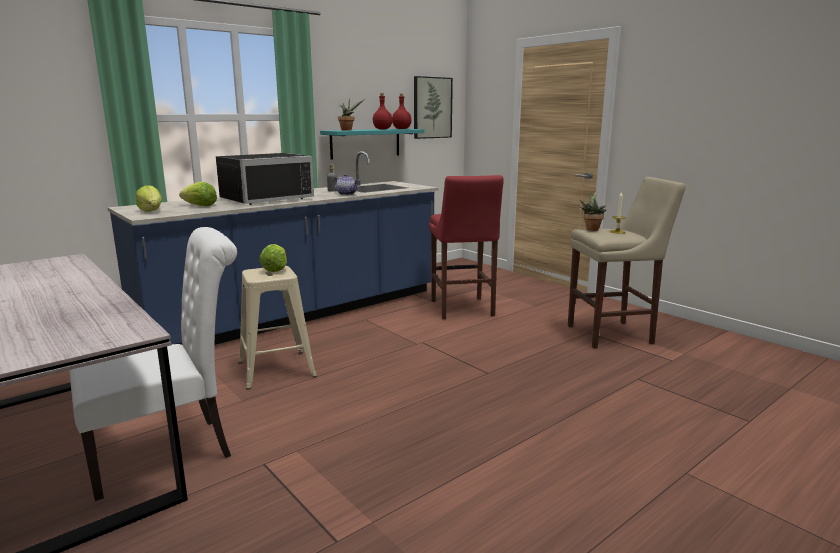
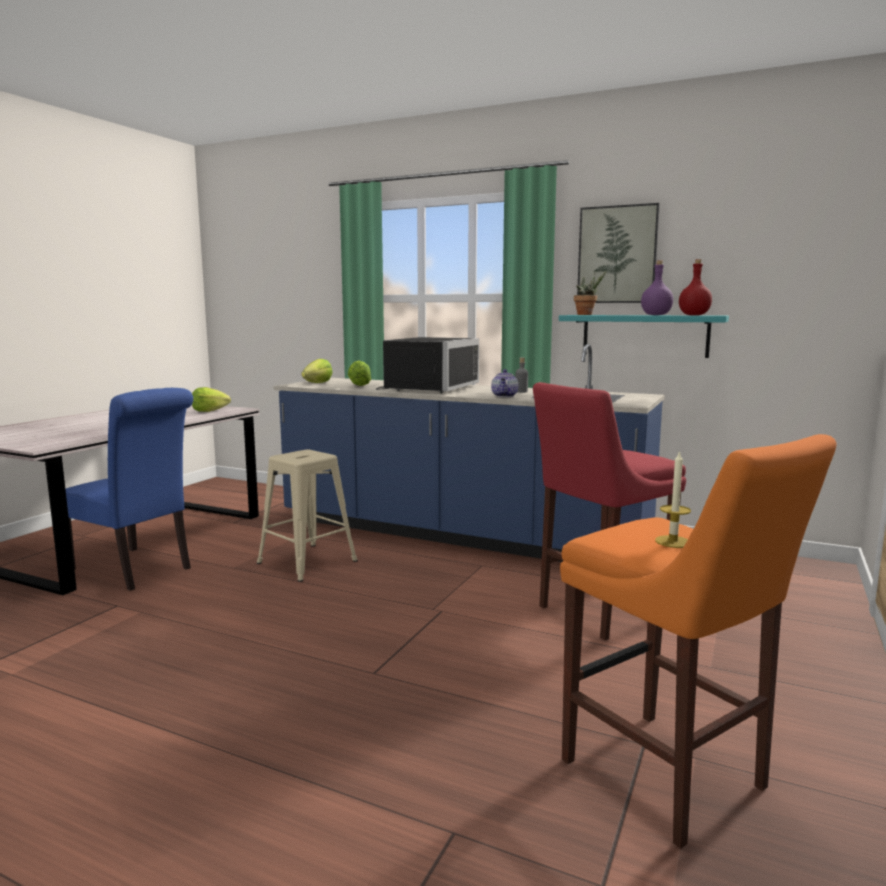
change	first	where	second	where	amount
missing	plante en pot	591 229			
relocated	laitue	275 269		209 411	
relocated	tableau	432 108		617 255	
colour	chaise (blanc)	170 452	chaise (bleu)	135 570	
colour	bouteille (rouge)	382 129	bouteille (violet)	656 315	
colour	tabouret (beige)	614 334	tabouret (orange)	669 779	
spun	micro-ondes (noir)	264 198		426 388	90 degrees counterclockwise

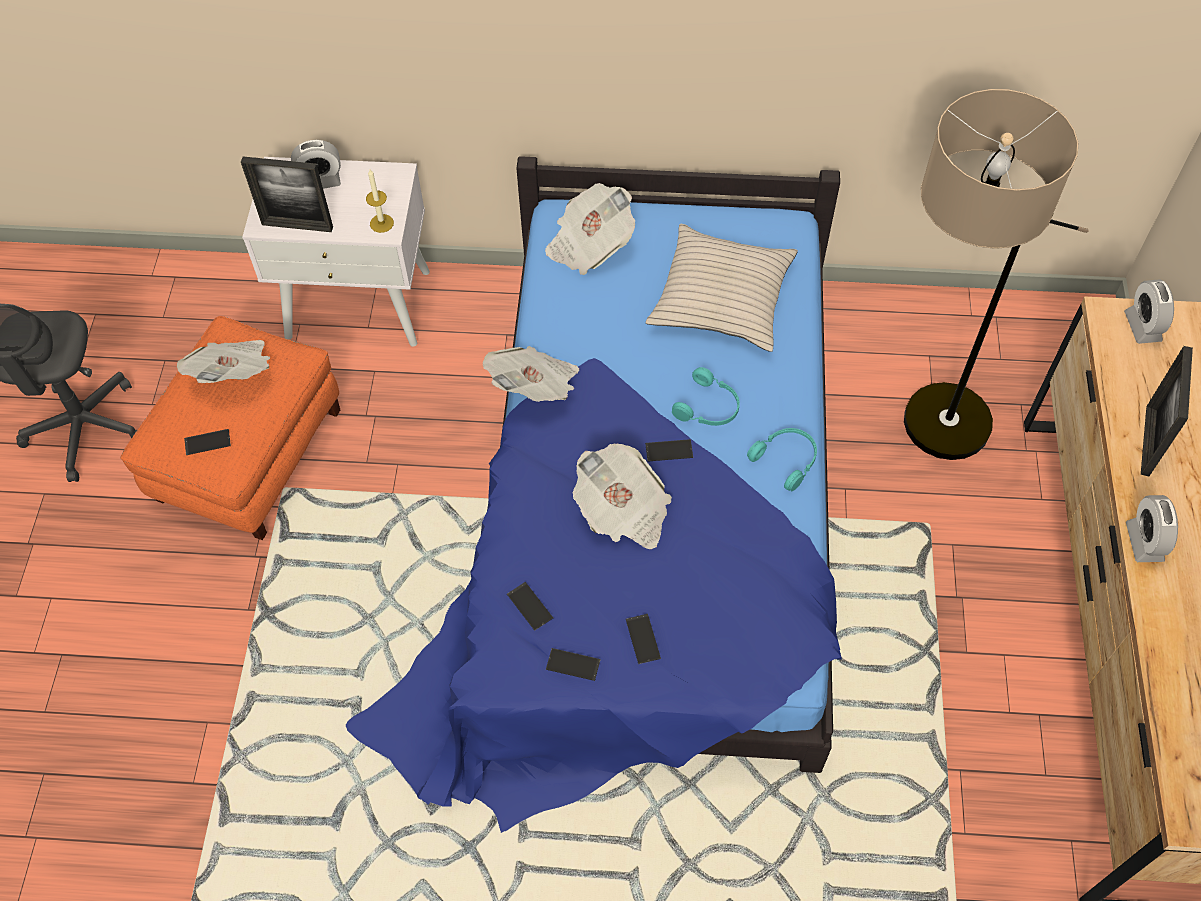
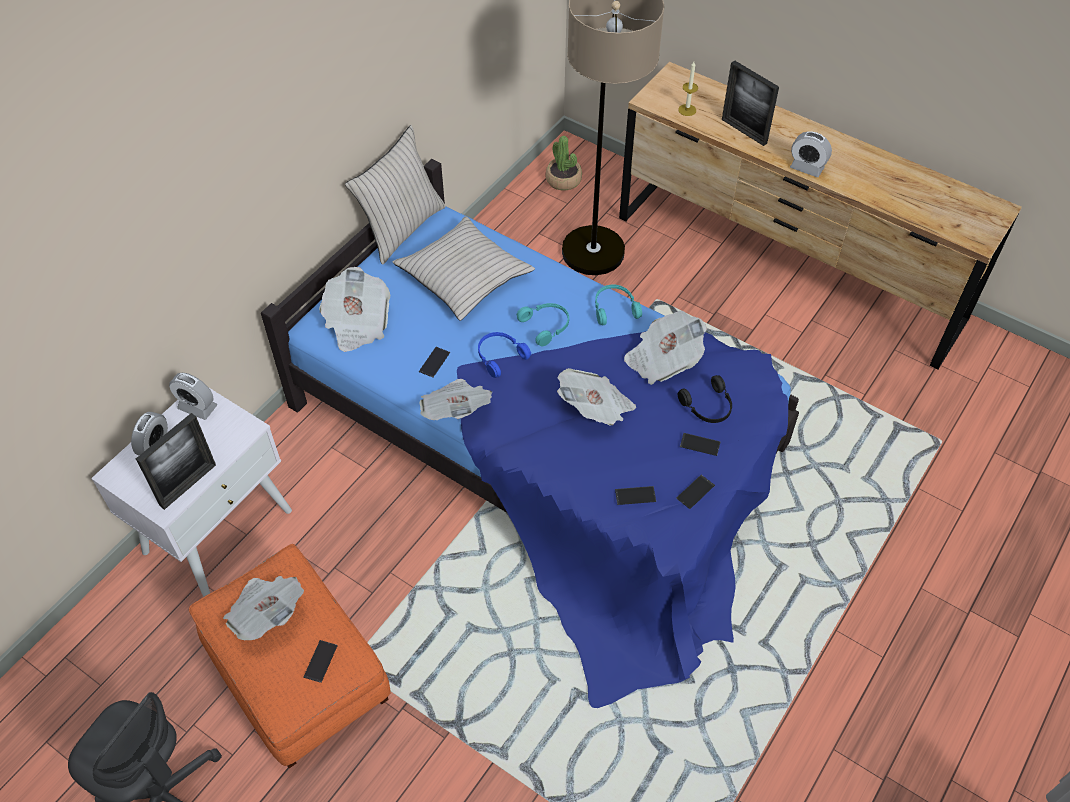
change	first	where	second	where	amount
appeared			coussin (beige)	401 228	
appeared			casque audio (bleu)	500 356	
appeared			plante en pot	563 180	
appeared			journal	663 360	
appeared			casque audio (noir)	708 407	
relocated	bougie	381 223		687 110	
relocated	téléphone	669 450		434 362	
relocated	réveil	1142 326		197 407	

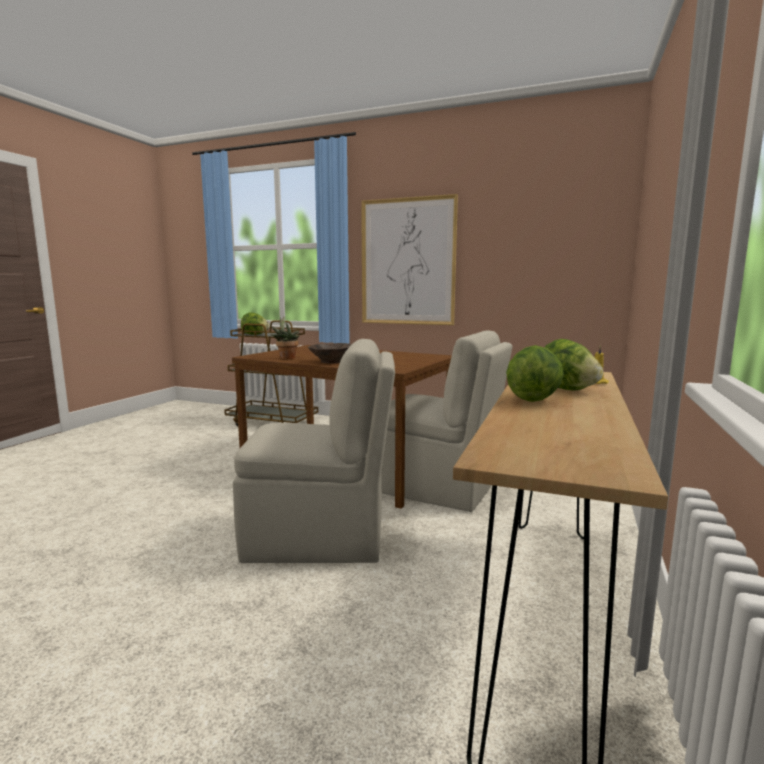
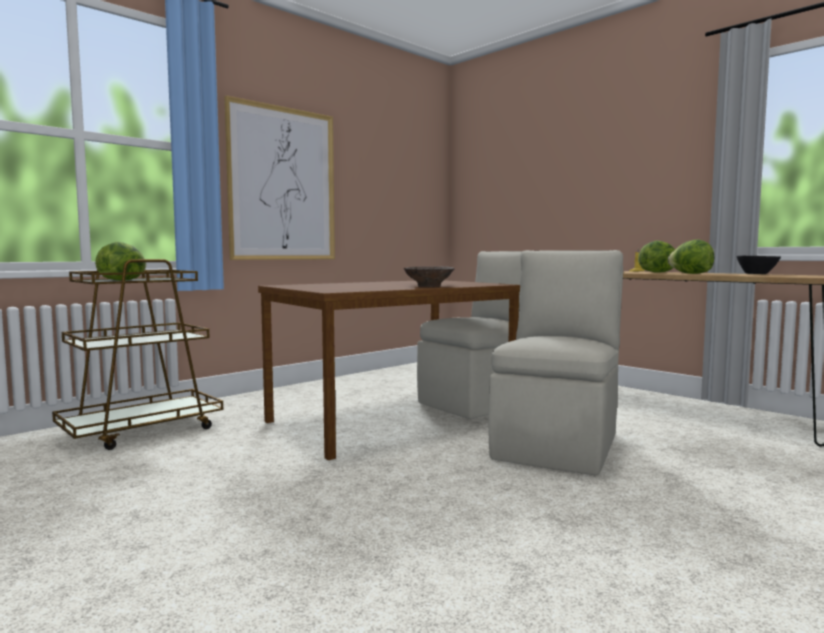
change	first	where	second	where	amount
missing	plante en pot	286 358			
appeared			bol (noir)	758 274	

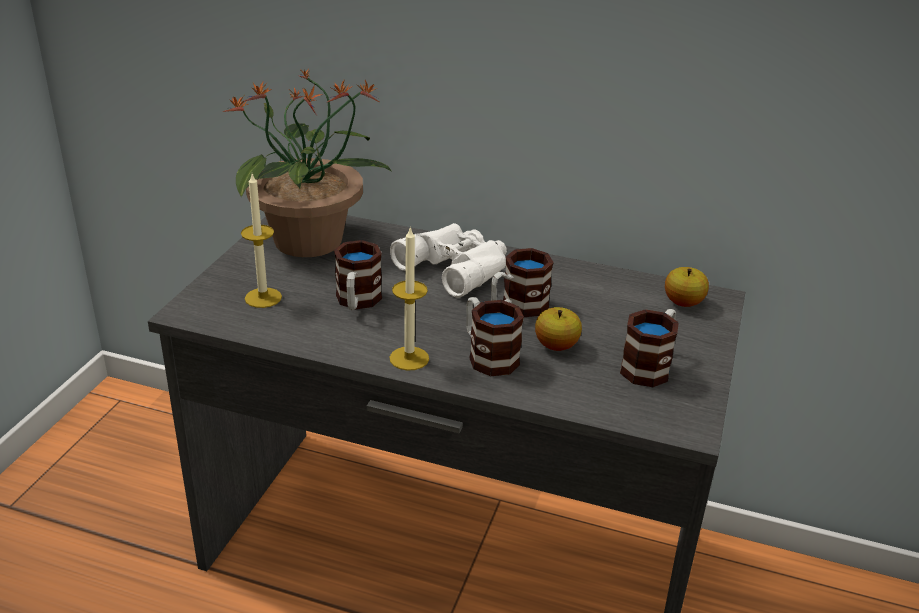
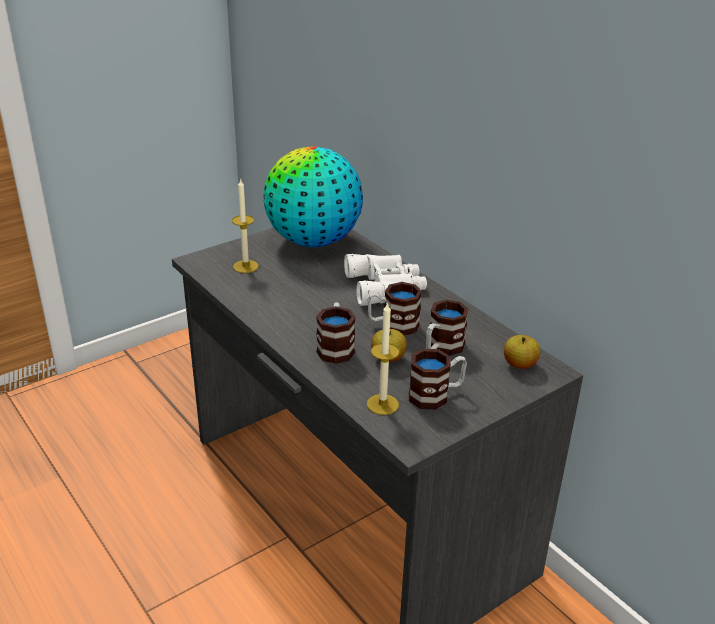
change	first	where	second	where	amount
relocated	mug	357 302		441 348	
relocated	bougie	409 358		382 404	
exchanged	plante en pot	310 241	globe	313 241	

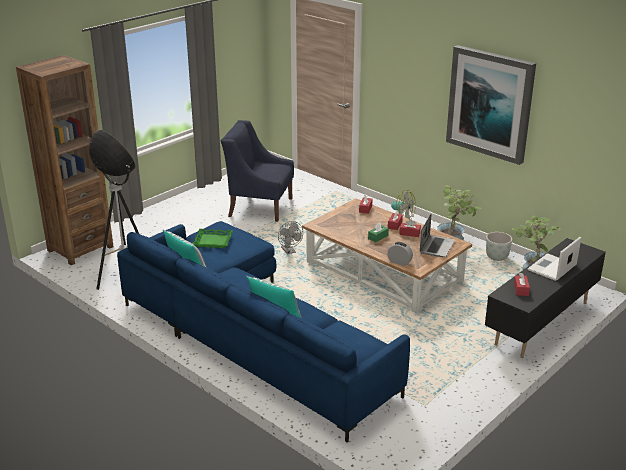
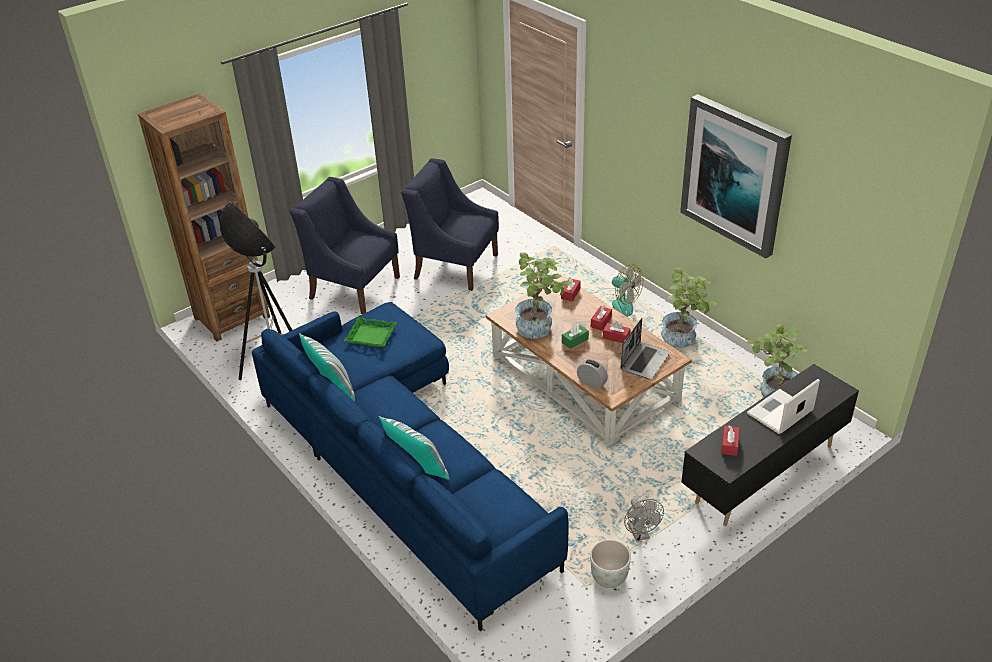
change	first	where	second	where	amount
appeared			fauteuil (bleu)	354 287	
appeared			plante en pot	539 328	
relocated	ventilateur (gris)	289 251		640 534	
relocated	cache-pot (gris)	496 257		608 578	

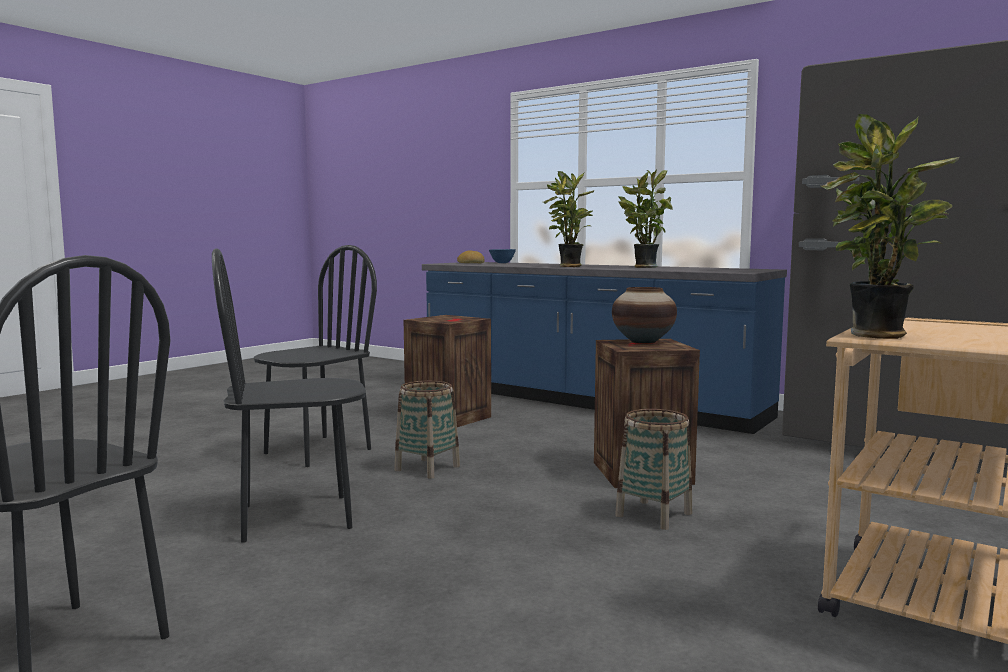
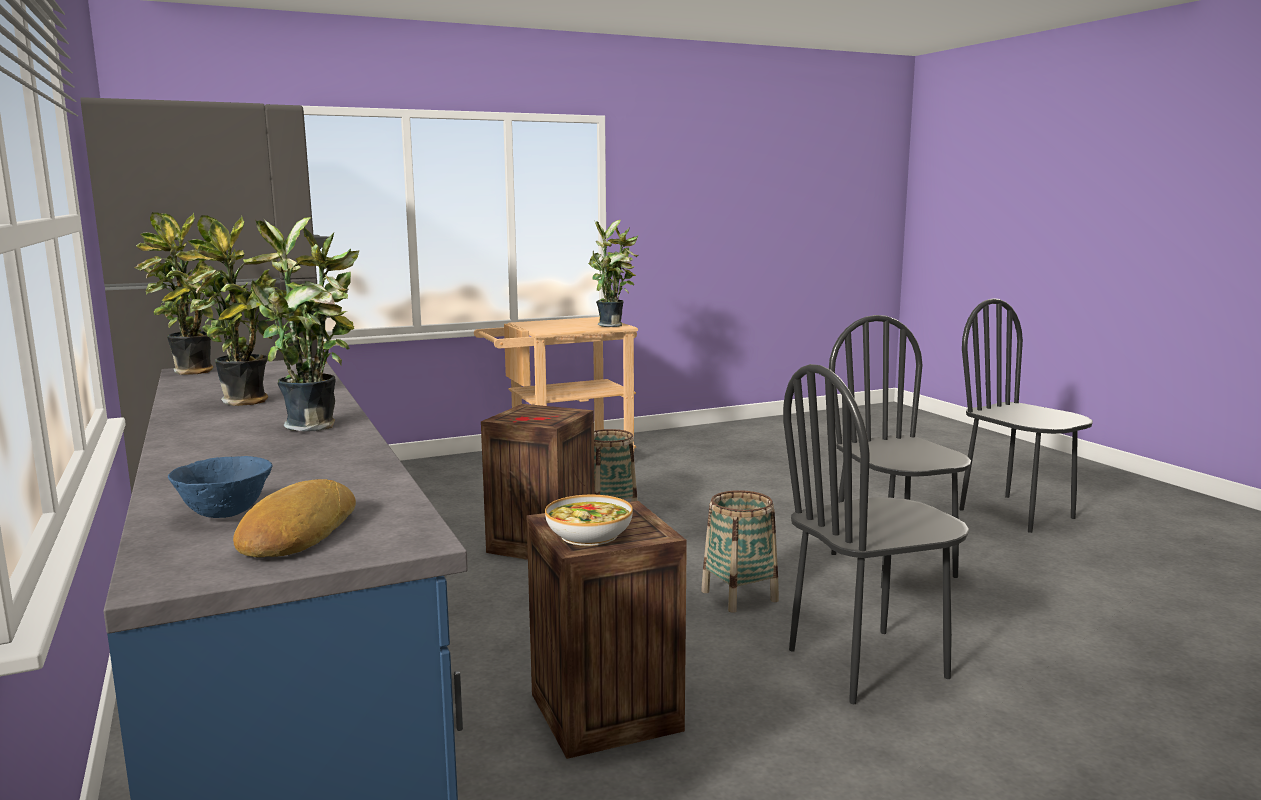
change	first	where	second	where	amount
missing	vase	643 342			
appeared			plante en pot	194 372	
appeared			bol	589 534	
spun	chaise (noir)	296 517		893 565	120 degrees counterclockwise

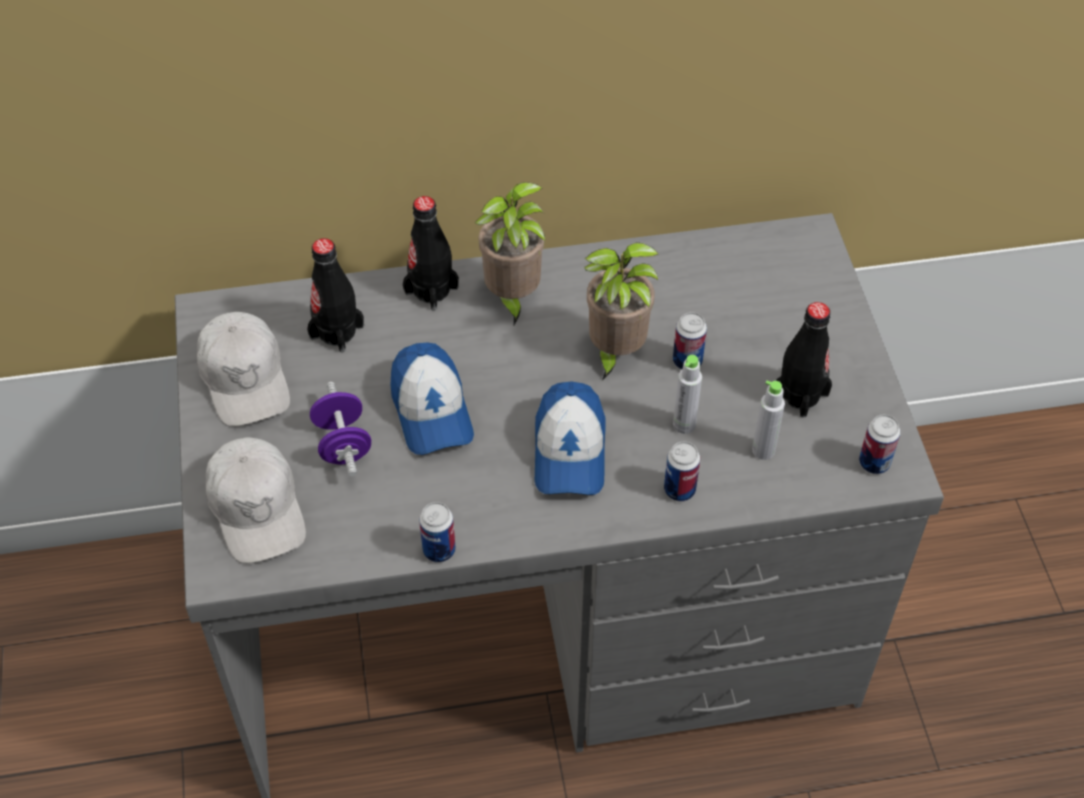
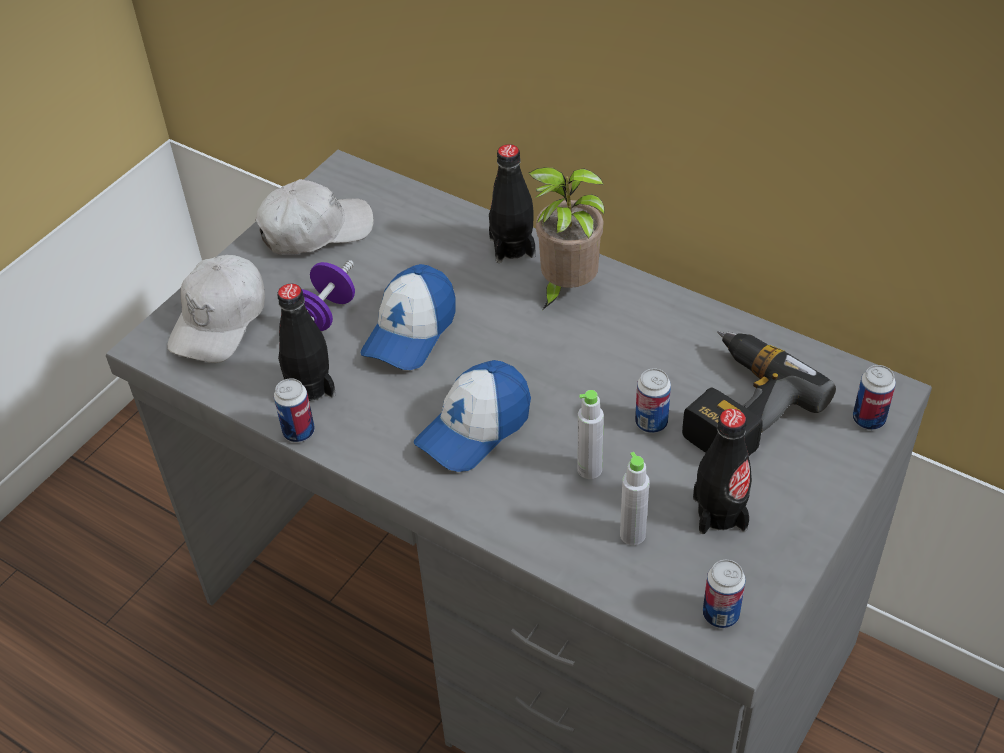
change	first	where	second	where	amount
missing	plante en pot	614 352			
appeared			perceuse	738 407	
relocated	bouteille (noir)	337 331		309 387	
relocated	boîte métallique	679 490		868 420	
spun	casquette (blanc)	245 378		315 230	135 degrees counterclockwise

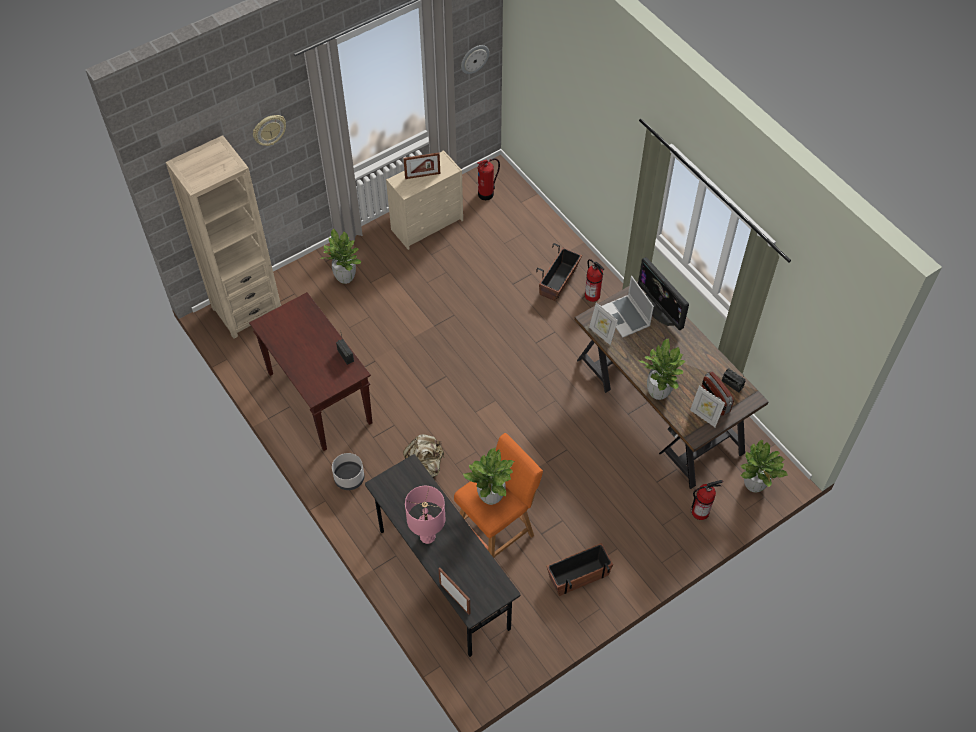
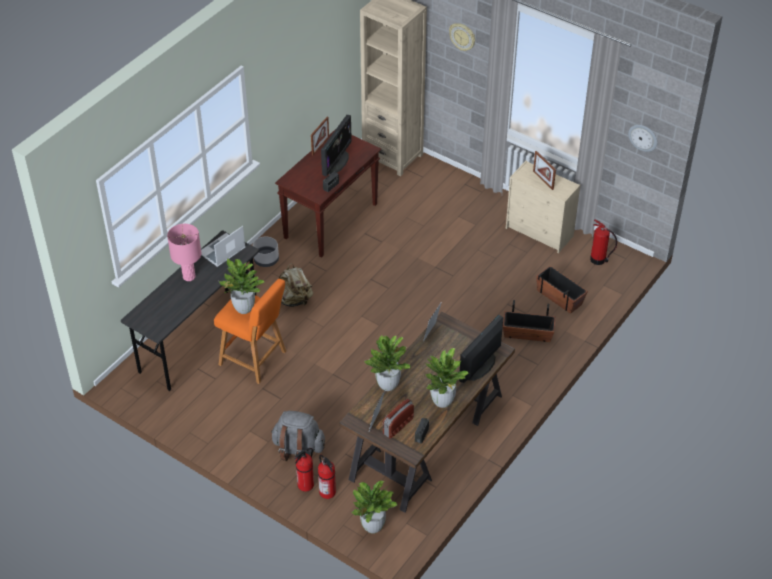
change	first	where	second	where	amount
appeared			sac à dos (gris)	298 448	
appeared			écran d'ordinateur	336 162	
relocated	plante en pot	345 277		442 401	
relocated	cadre photo	454 598		320 146	
relocated	cache-pot	578 576		559 297	
relocated	extincteur	593 295		305 485	
relocated	ordinateur portable	626 317		222 251	

